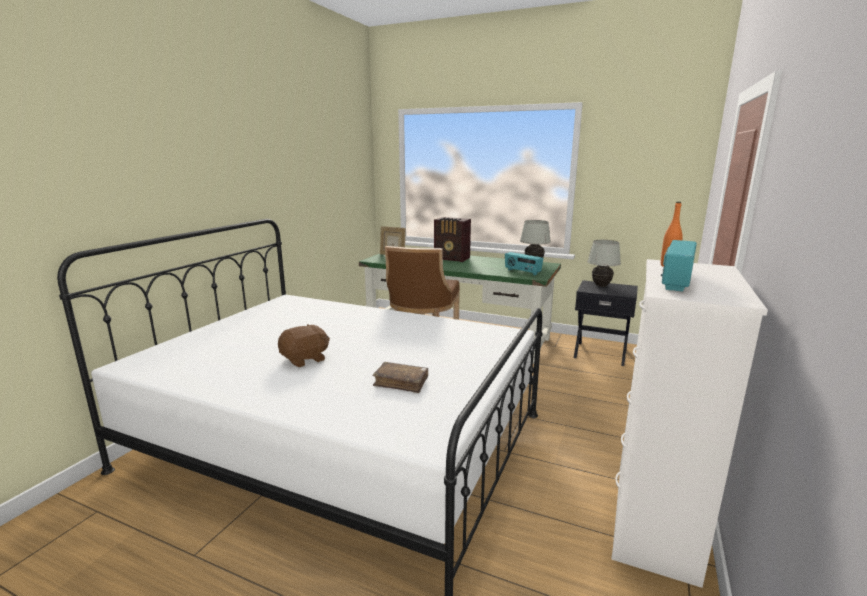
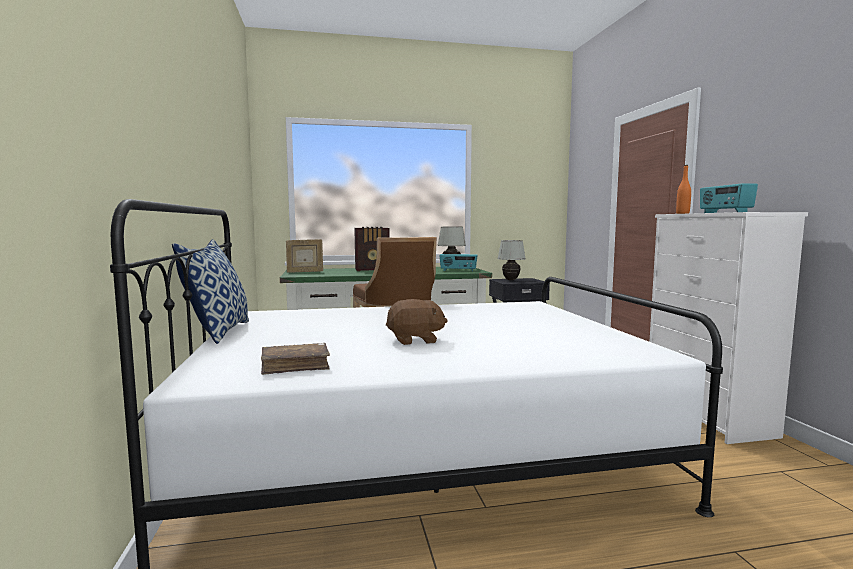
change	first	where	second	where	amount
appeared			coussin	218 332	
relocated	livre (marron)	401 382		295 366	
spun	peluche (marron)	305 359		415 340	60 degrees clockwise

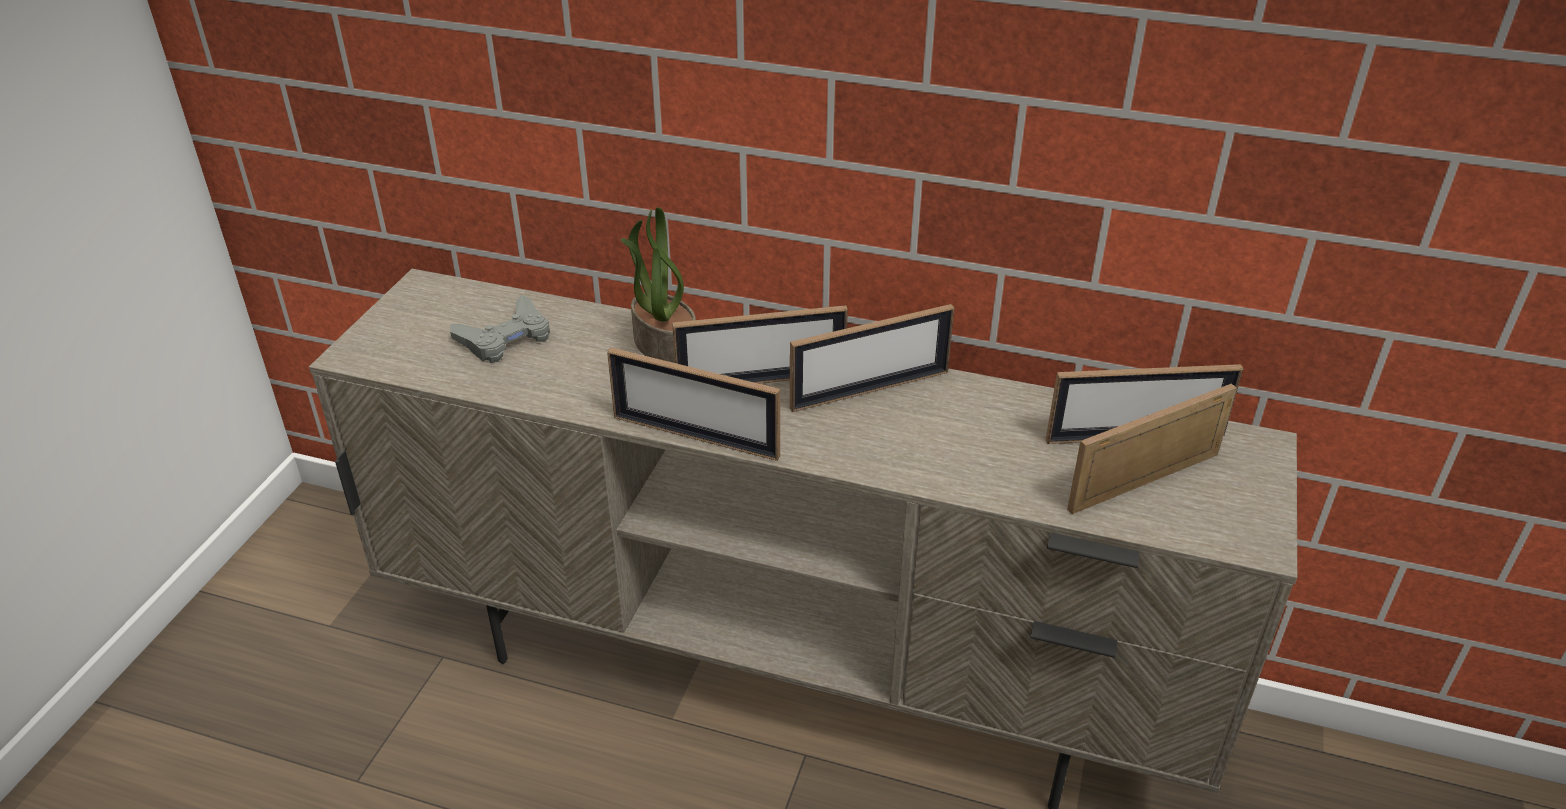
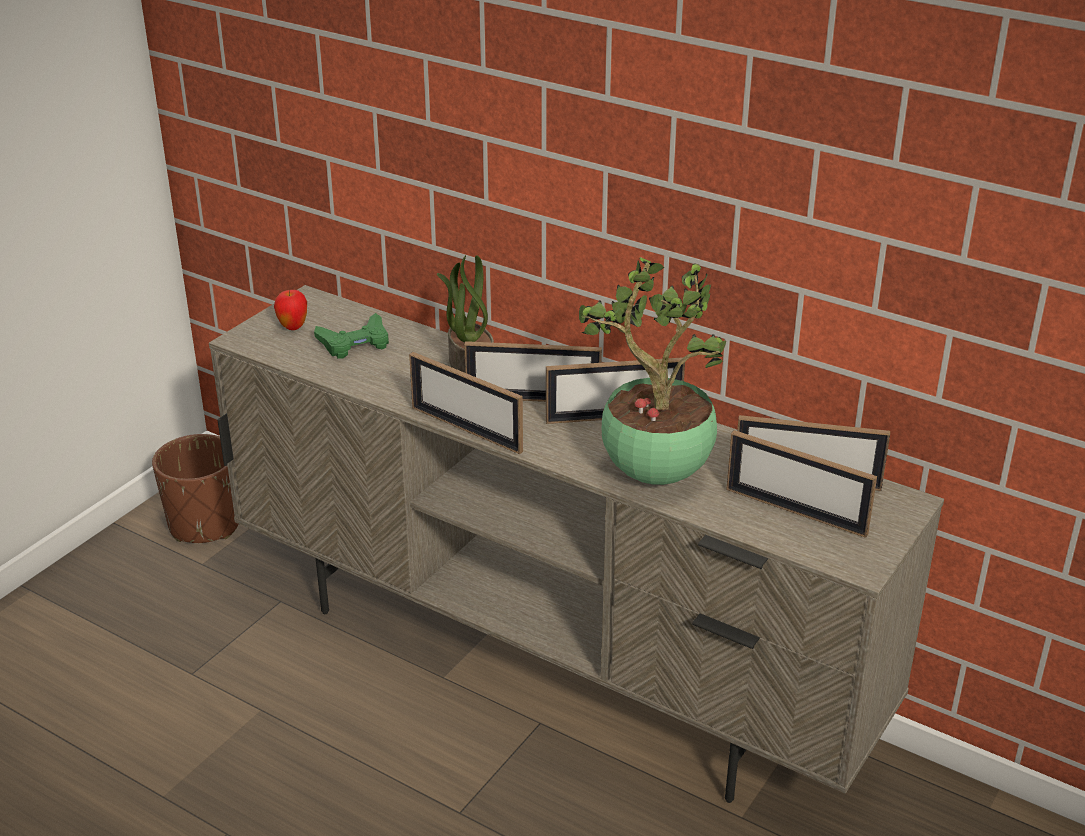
change	first	where	second	where	amount
appeared			cache-pot (marron)	205 524	
appeared			pomme	293 327	
appeared			plante en pot	653 474	
colour	manette (gris)	505 338	manette (vert)	355 343	
spun	cadre photo	1144 481		795 511	135 degrees counterclockwise

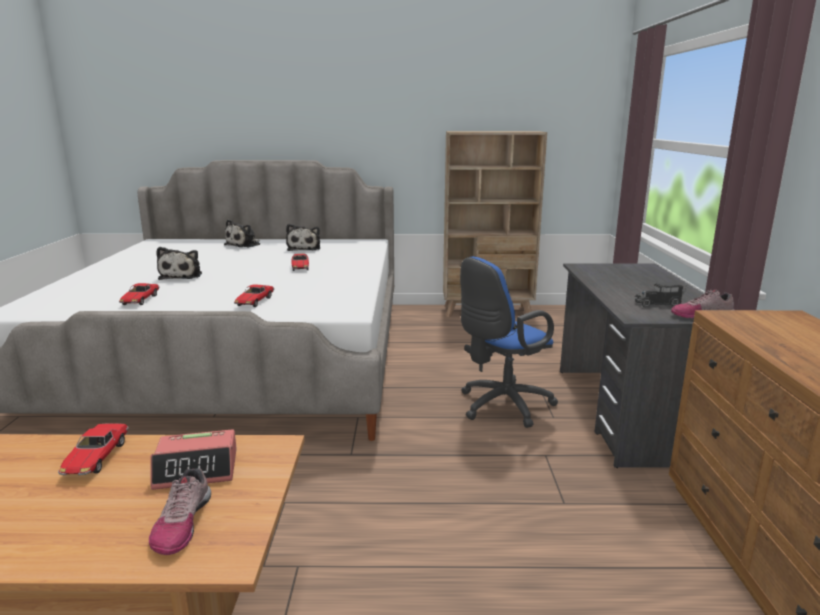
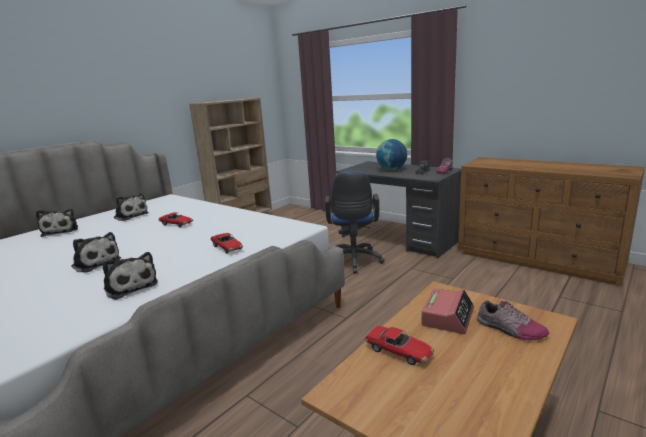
change	first	where	second	where	amount
appeared			globe	391 169	
exchanged	petite voiture	140 300	peluche	130 286	

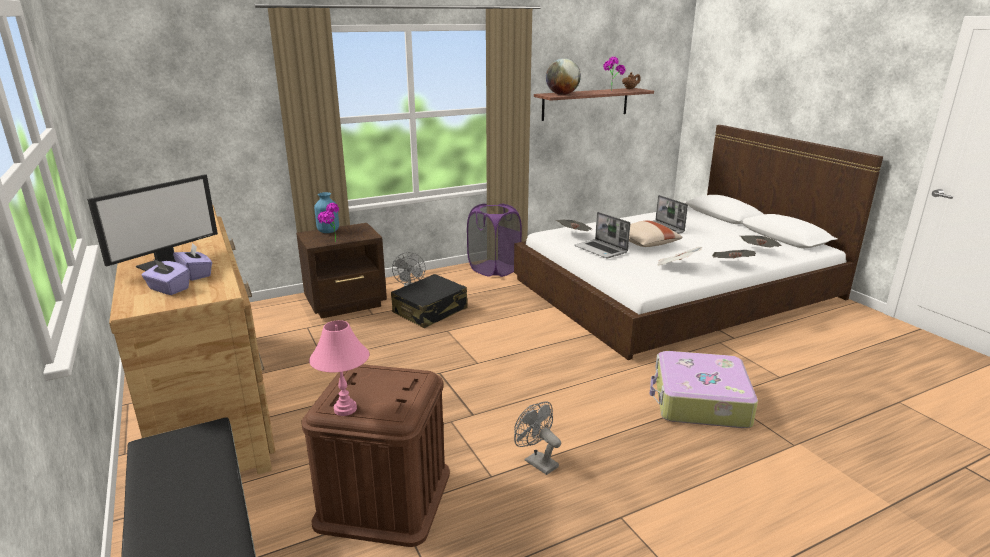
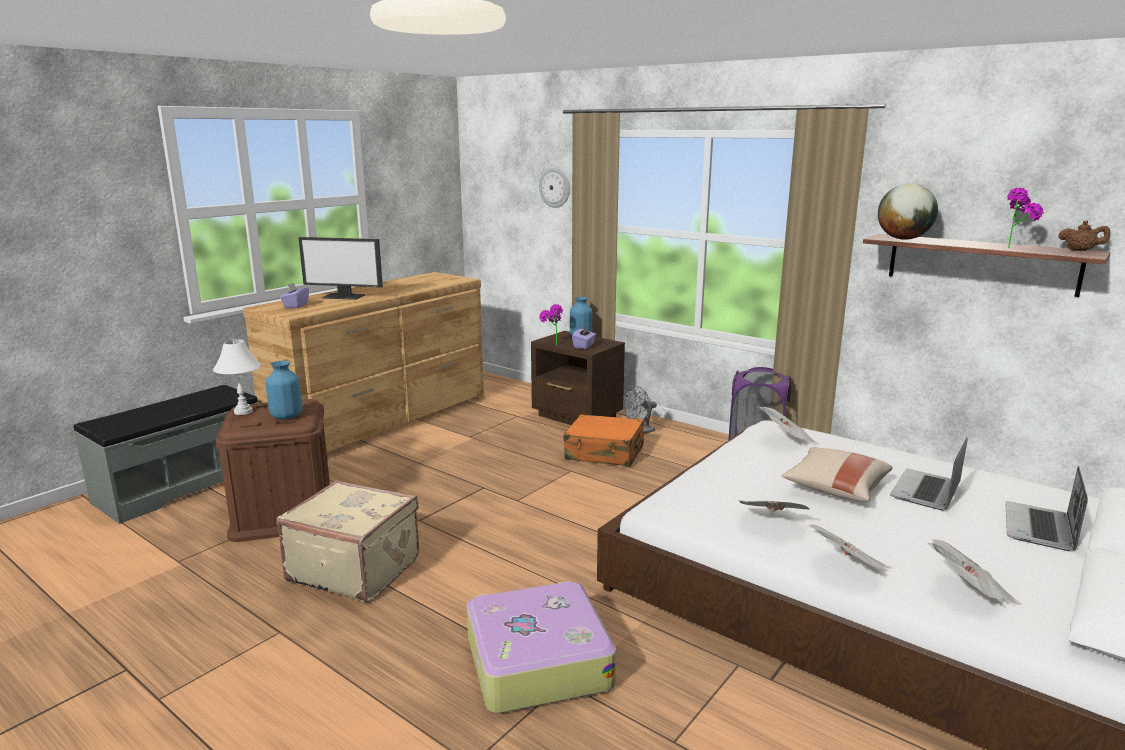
change	first	where	second	where	amount
appeared			vase (bleu)	286 416	
appeared			horloge murale	555 187	
relocated	boîte à mouchoirs (violet)	196 274		584 346	
relocated	ordinateur portable	601 250		1040 528	
exchanged	ventilateur (gris)	537 461	valise (beige)	355 568	
colour	lampe de table (rose)	344 409	lampe de table (blanc)	243 411	
colour	valise (noir)	430 311	valise (orange)	604 453	

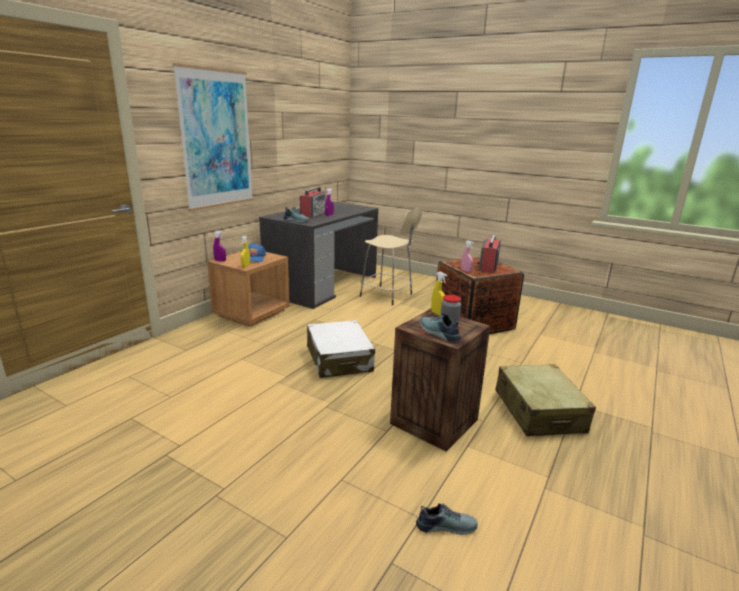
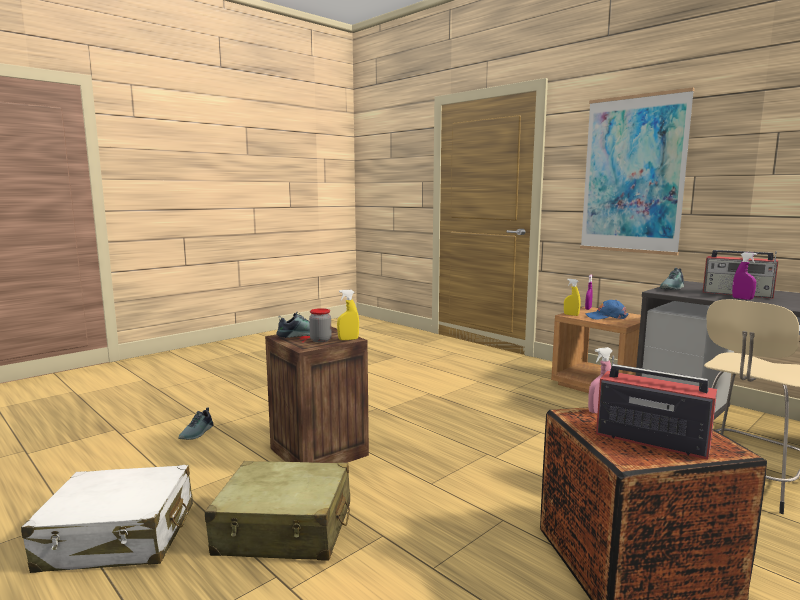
change	first	where	second	where	amount
relocated	valise (blanc)	339 359		119 537	

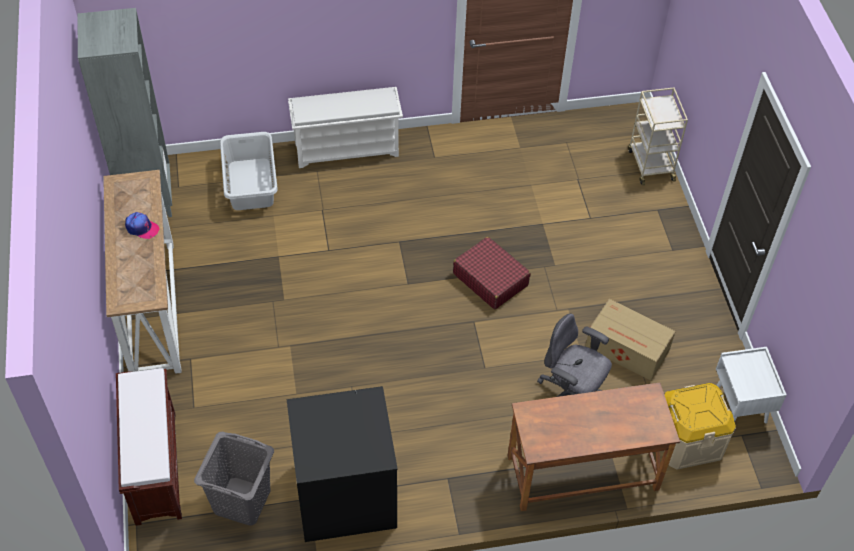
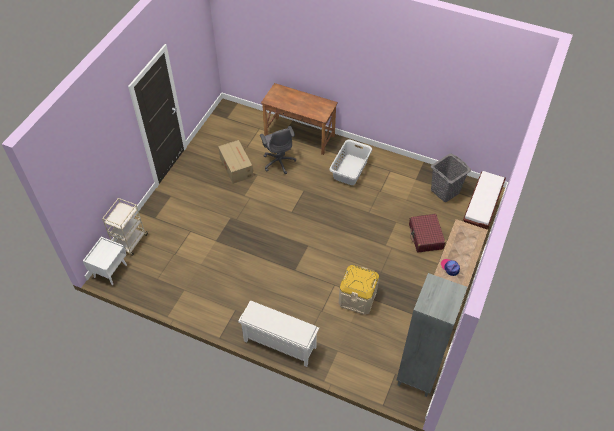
change	first	where	second	where	amount
missing	lave-linge (noir)	344 496			
relocated	panier à linge (gris)	251 184		349 170	
relocated	valise (rouge)	490 279		425 237	
relocated	boîte de rangement (beige)	688 440		357 298	
relocated	table de chevet (blanc)	741 406		110 270	

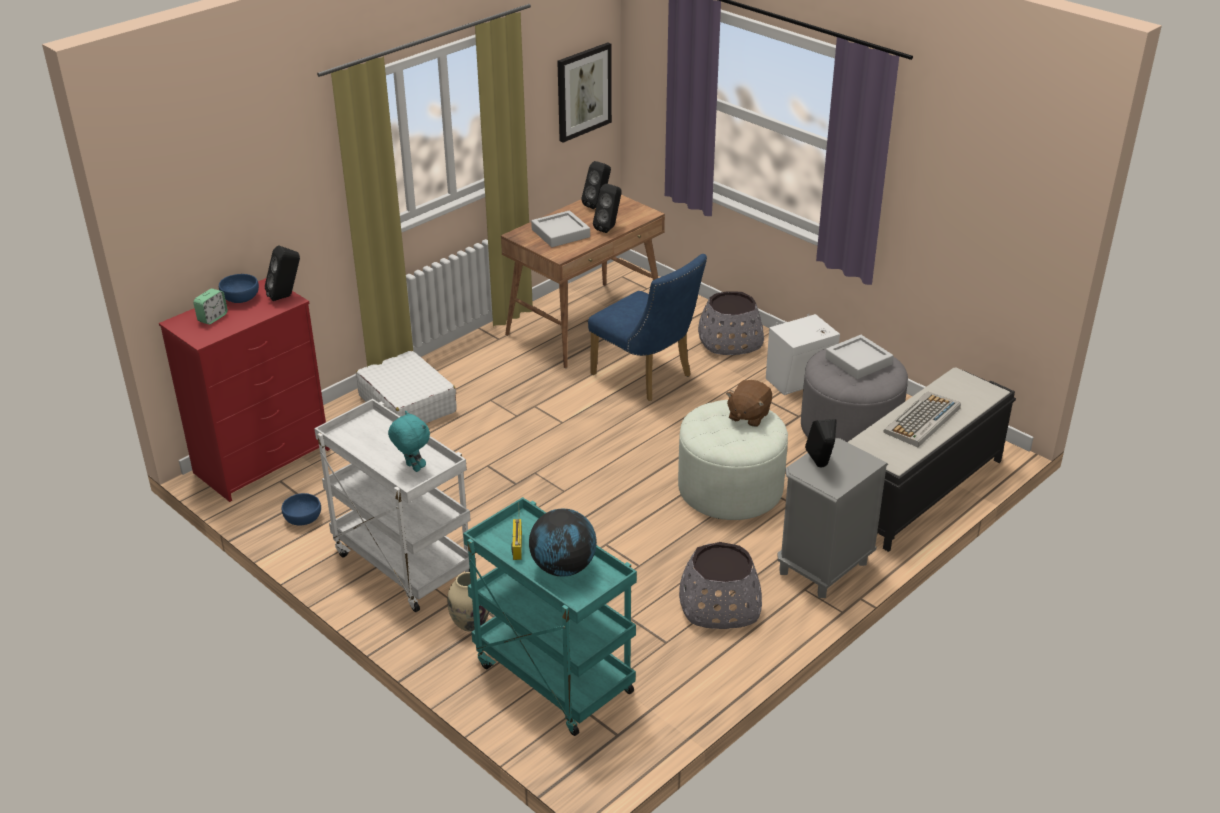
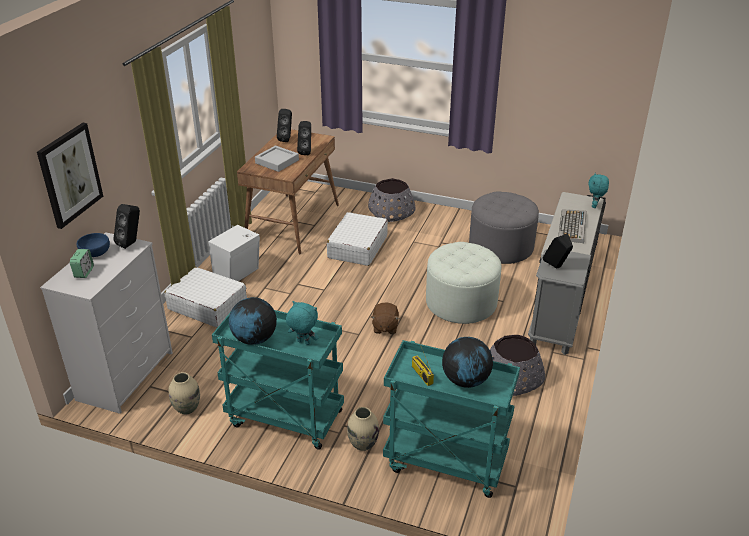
change	first	where	second	where	amount
missing	plateau (gris)	858 361			
appeared			globe	254 339	
appeared			peluche (turquoise)	595 206	
relocated	tableau	583 91		70 175	
relocated	peluche (marron)	748 416		385 327	
relocated	enceinte (blanc)	800 381		238 273	
exchanged	bol (bleu)	302 518	vase (beige)	187 408	
exchanged	chaise (bleu)	647 378	valise (blanc)	357 247	
colour	commode (rouge)	263 460	commode (blanc)	126 375	
colour	chariot (blanc)	401 564	chariot (turquoise)	284 418	

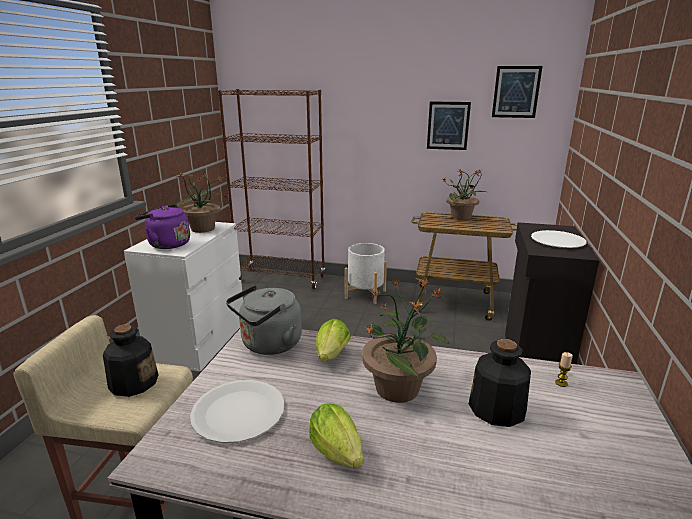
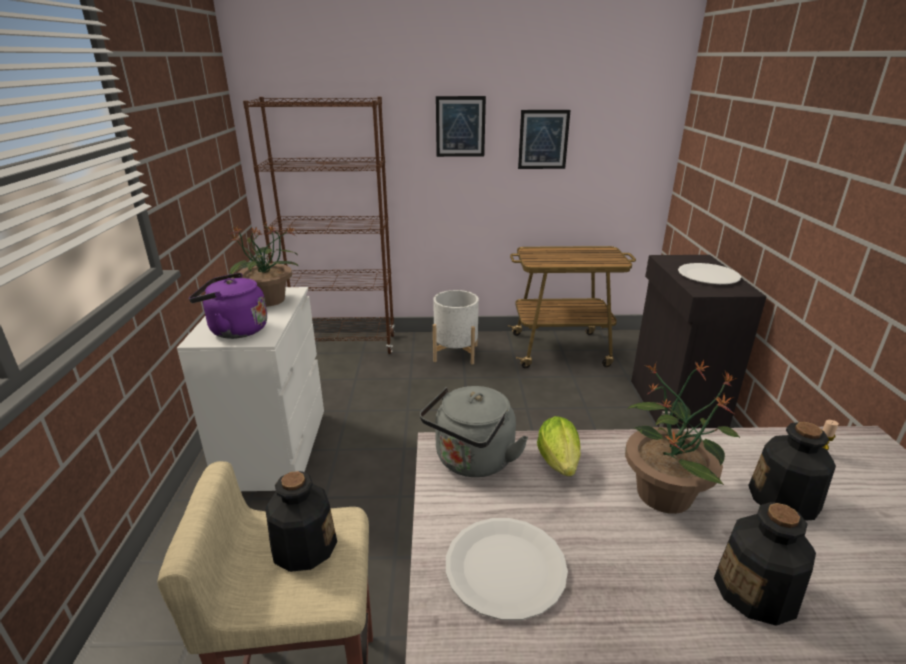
change	first	where	second	where	amount
missing	laitue	339 455			
missing	plante en pot	461 217			
appeared			bouteille	756 592	
relocated	tableau	516 92		460 126	

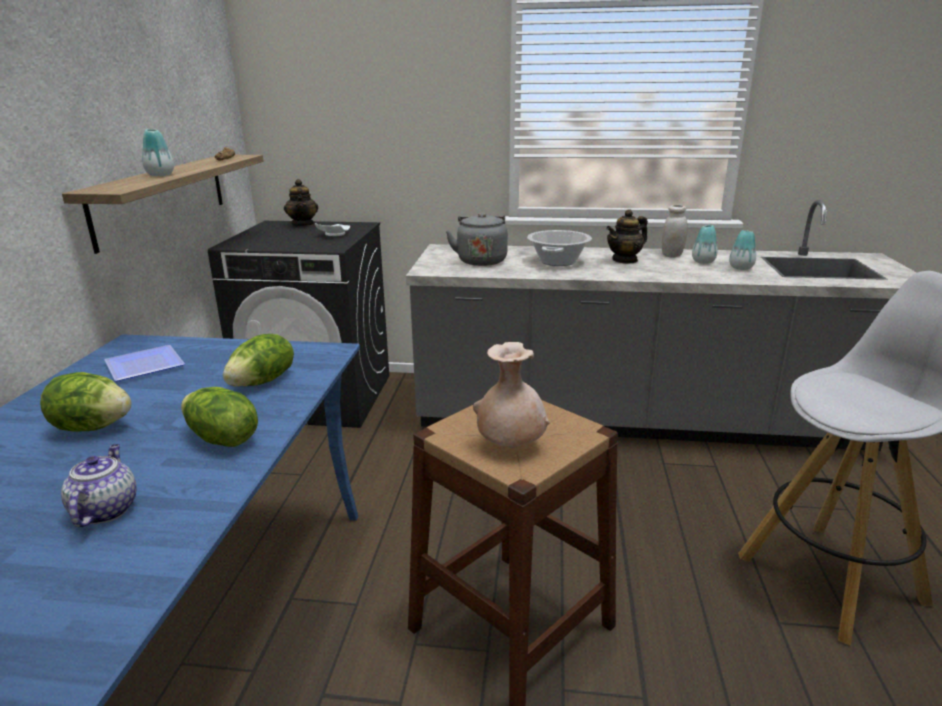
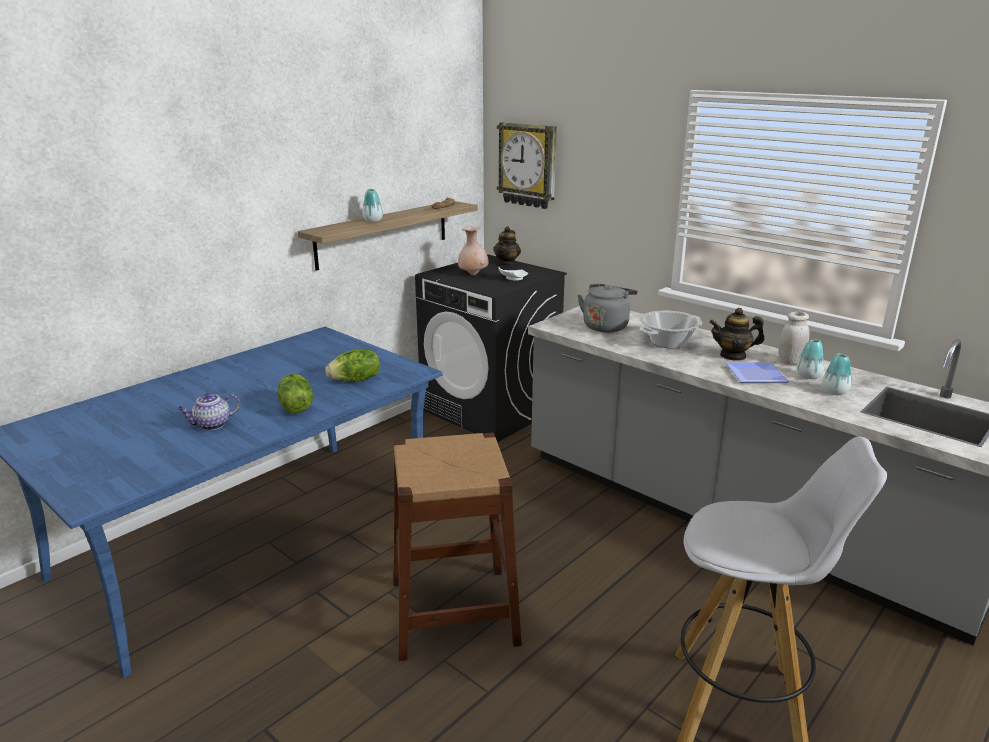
change	first	where	second	where	amount
missing	laitue	92 427			
appeared			horloge murale	528 165	
relocated	assiette	148 366		758 376	
relocated	vase (beige)	511 446		473 274	
spun	théière	105 510		211 425	150 degrees counterclockwise

